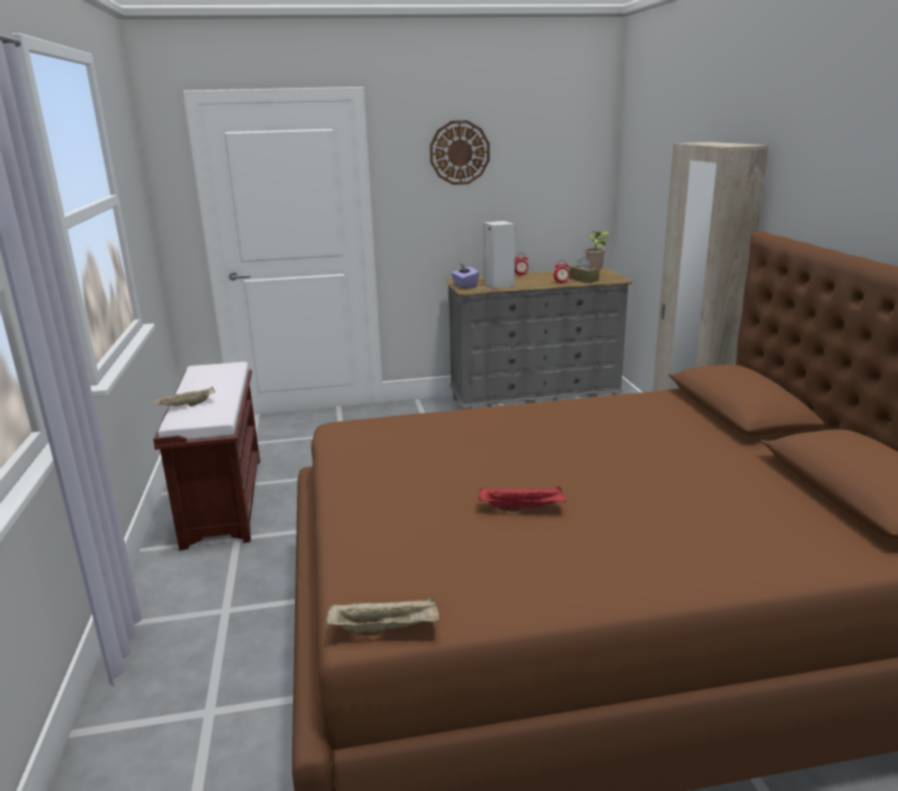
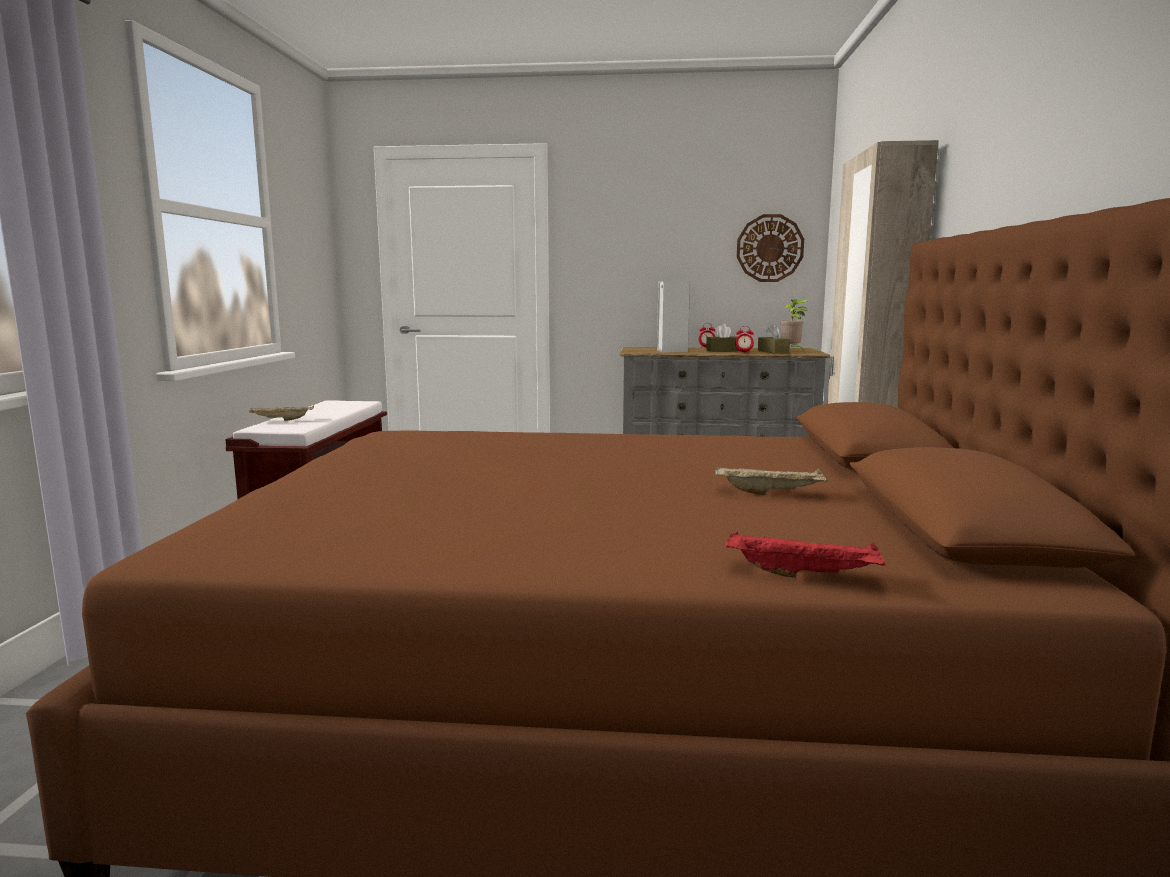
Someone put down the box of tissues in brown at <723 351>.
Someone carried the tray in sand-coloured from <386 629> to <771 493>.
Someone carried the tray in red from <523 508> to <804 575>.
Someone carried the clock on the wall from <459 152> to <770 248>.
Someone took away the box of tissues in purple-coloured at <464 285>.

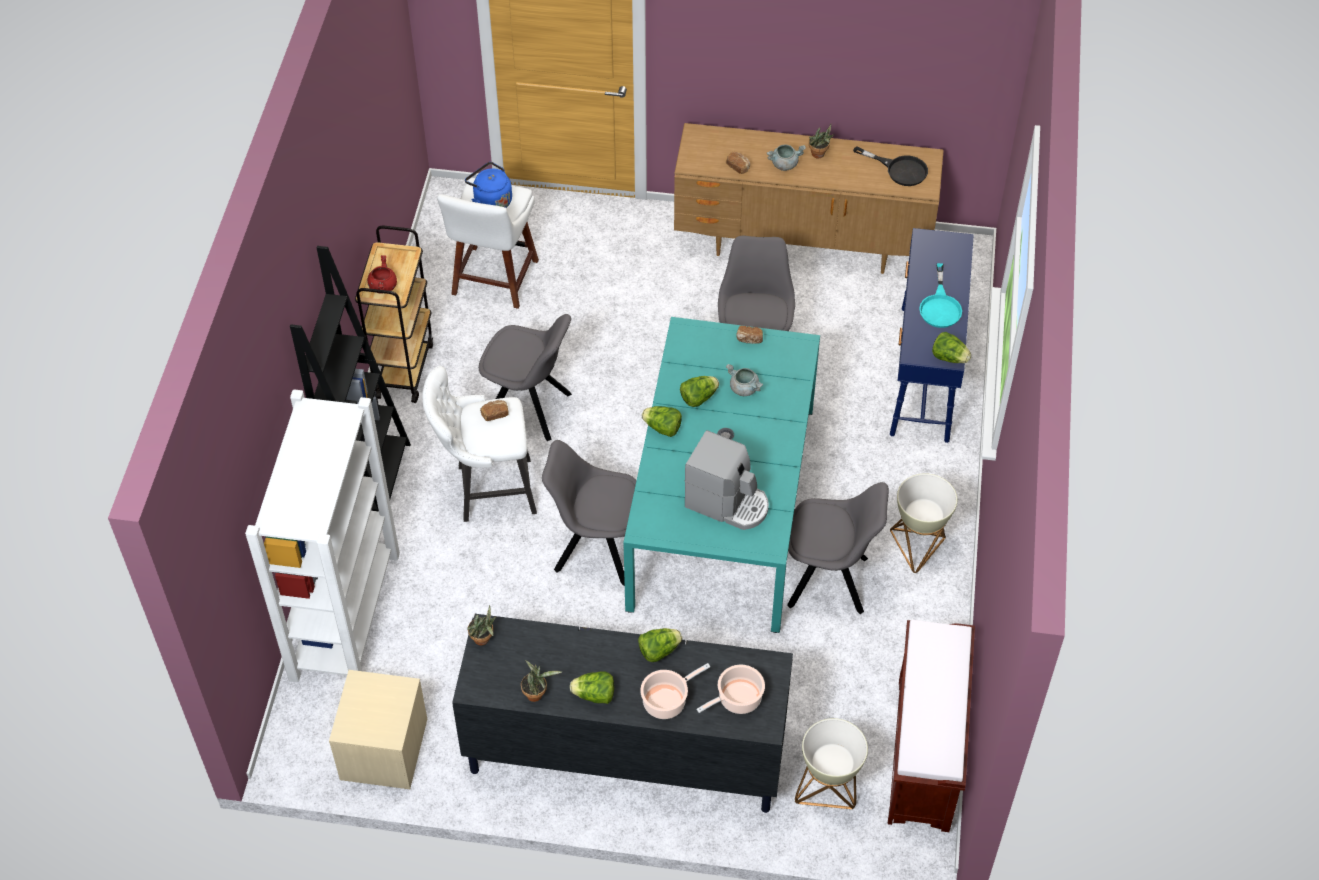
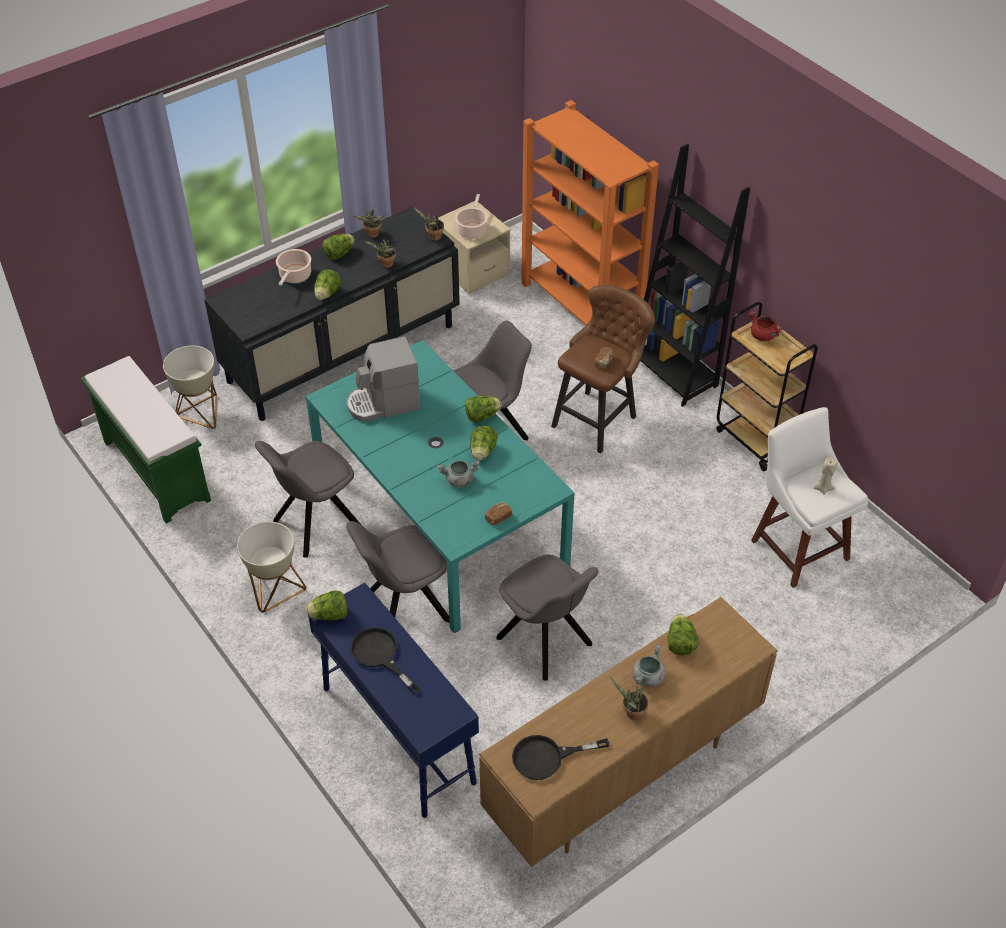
Someone repainted the indoor bench in brown at <924 754>, which became the indoor bench in green-coloured at <155 470>.
Someone carried the chair in gray from <529 408> to <404 609>.
Someone repainted the pan in turquoise at <940 306>, which became the pan in black-coloured at <379 655>.
Someone put down the plant in a pot at <385 265>.
Someone carried the saucepot from <737 699> to <472 229>.
Someone repainted the bookcase in whitish at <345 615>, which became the bookcase in orangey at <581 305>.
Someone repainted the stool in whitish at <485 490>, which became the stool in brown at <600 415>.
Someone swapped the bakery bread at <738 167> for the lettuce at <680 643>.
Someone swapped the kettle in blue-coloured at <491 201> for the wax candle in sand-coloured at <823 488>.

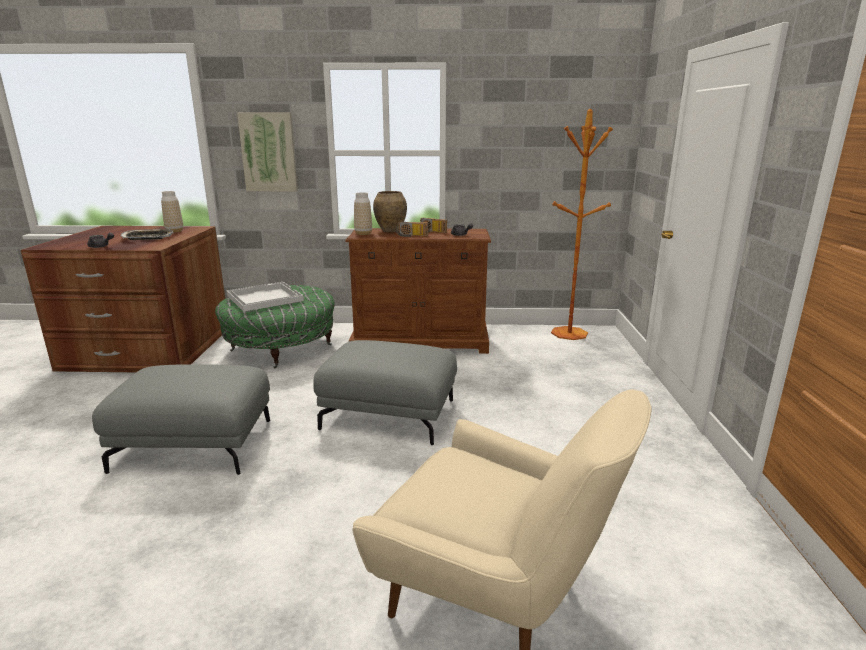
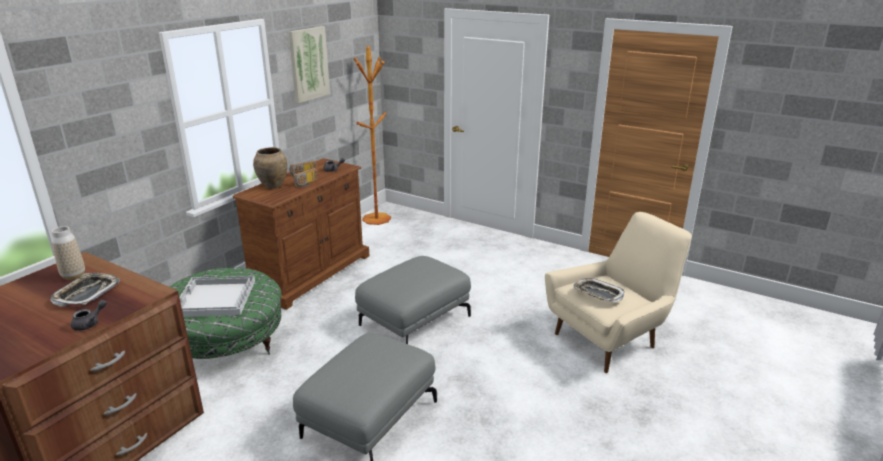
Someone carried the wall art from <268 152> to <308 64>.
Someone put down the tray at <598 293>.
Someone took away the flower vase at <363 233>.

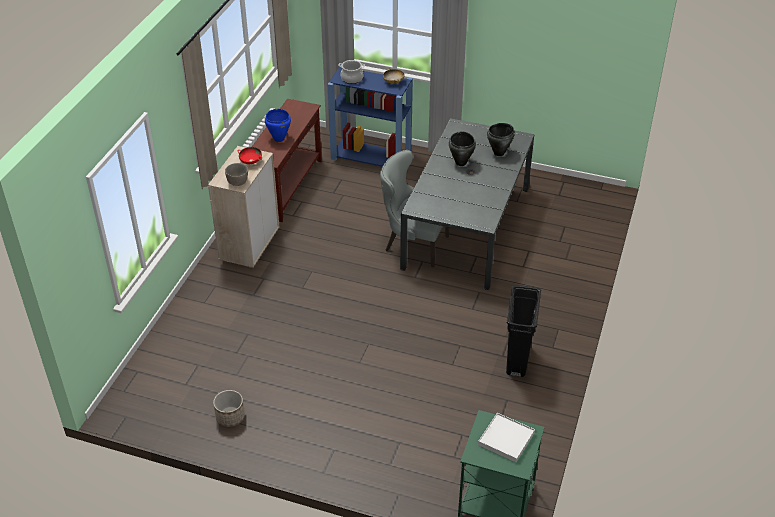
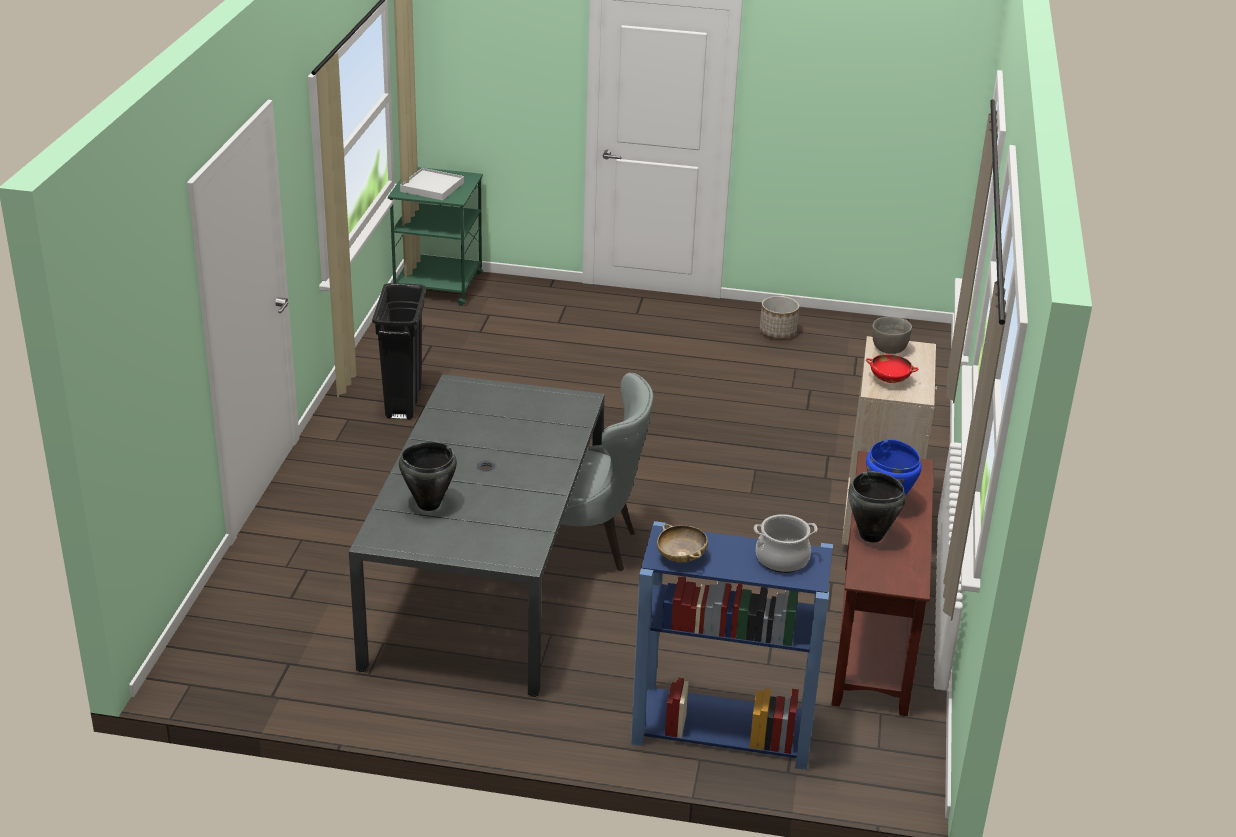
Someone carried the saucepot in black-coloured from <461 162> to <871 536>.

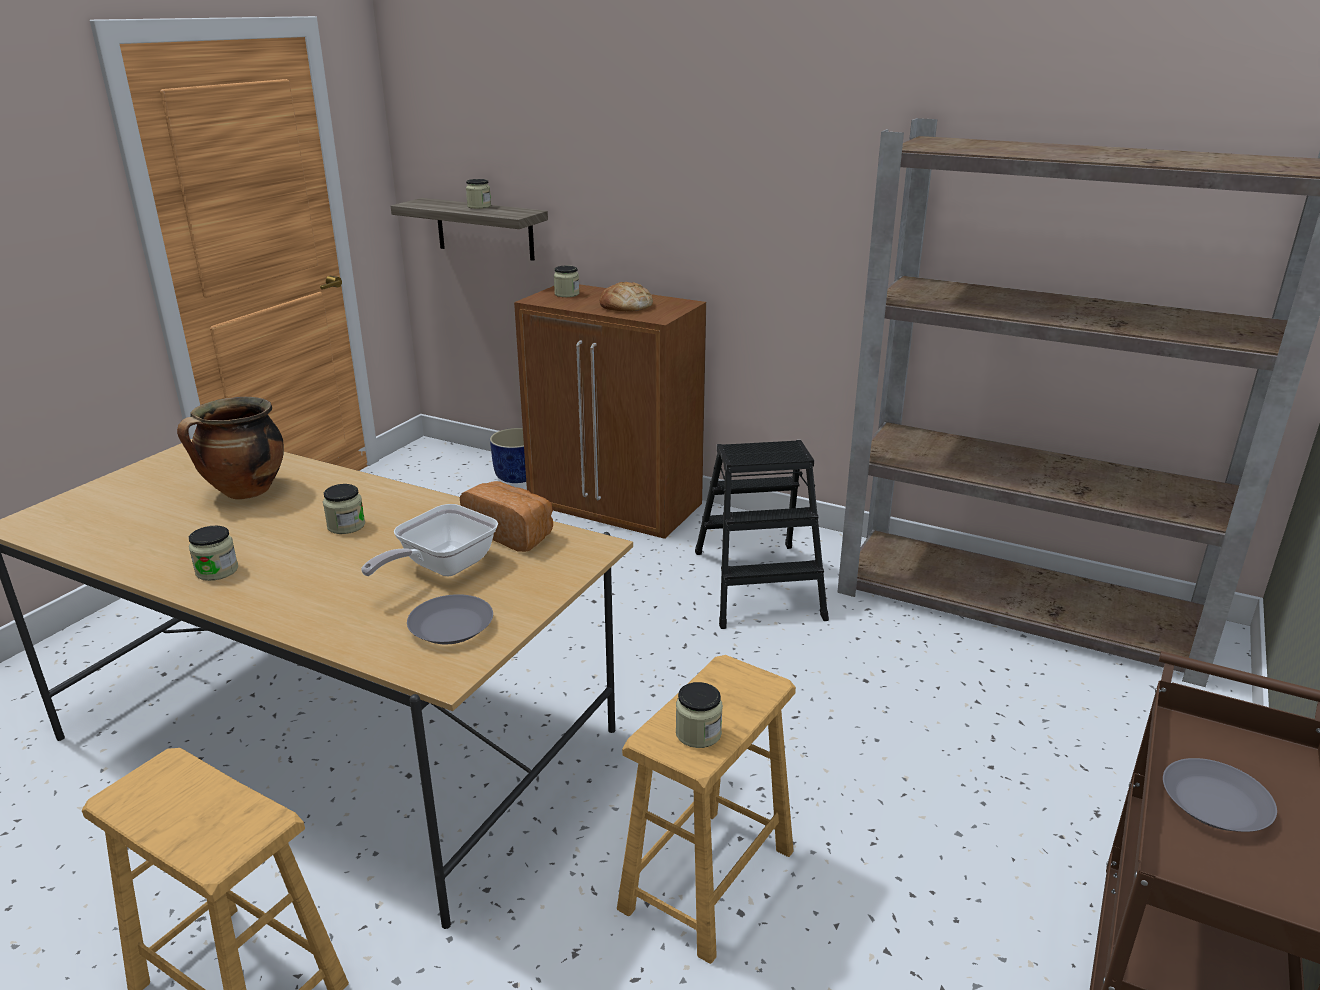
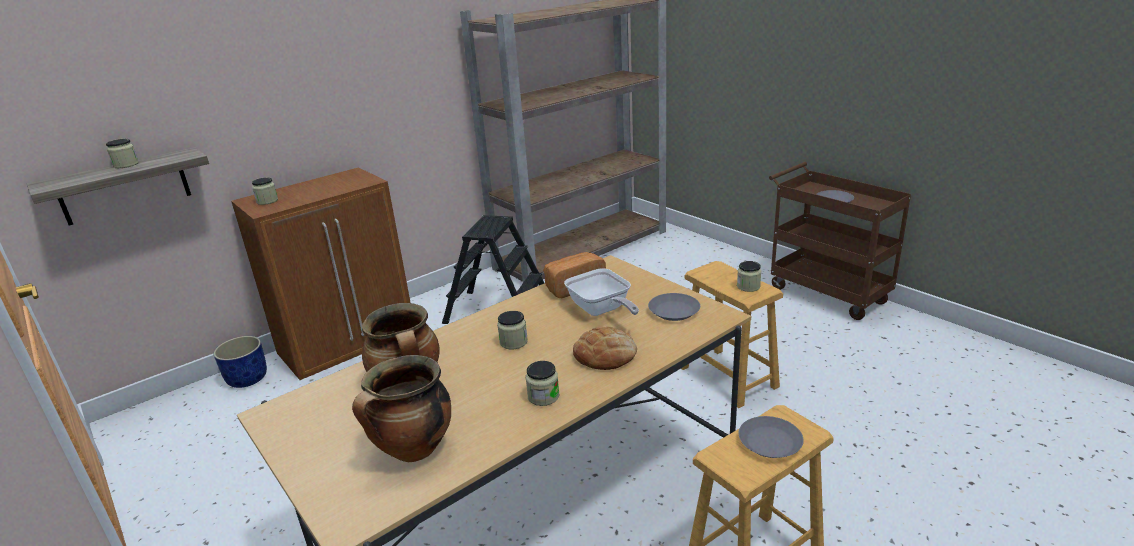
Someone put down the saucepot at <413 450>.
Someone carried the bakery bread from <625 305> to <605 354>.
Someone put down the plate in gray at <770 442>.

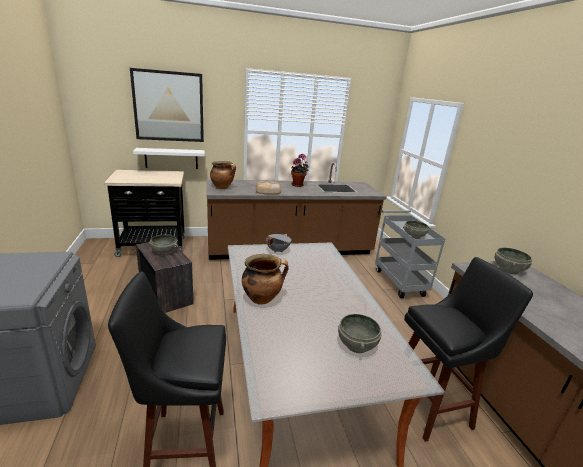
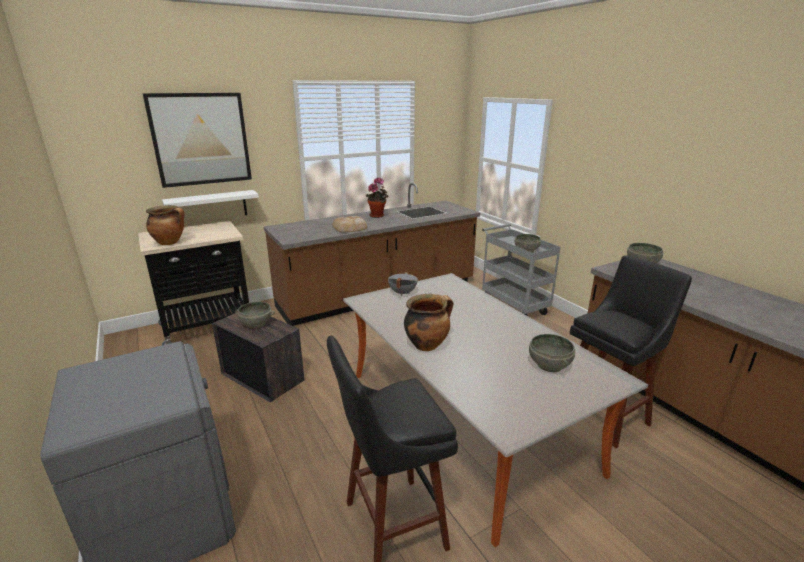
Someone carried the saucepot from <222 187> to <170 242>.

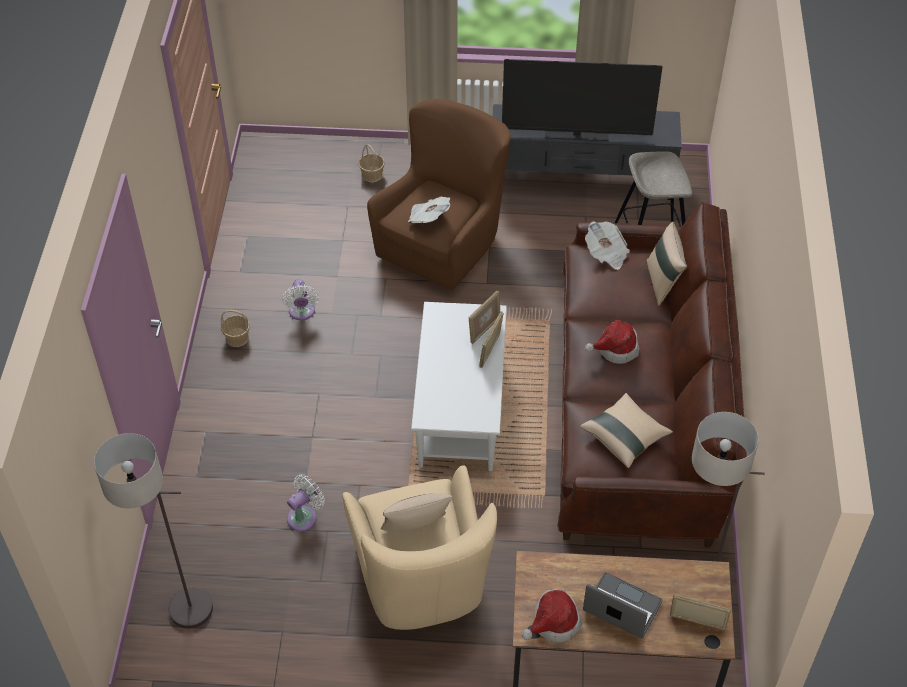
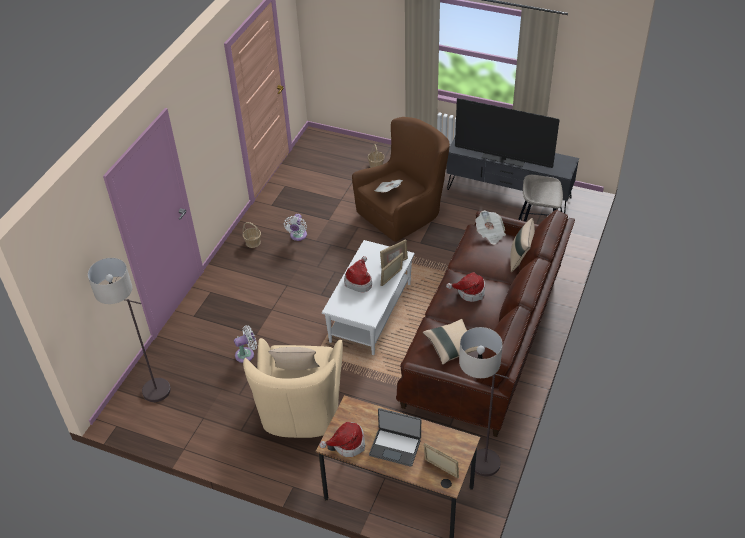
Someone put down the hat at <359 281>.
Someone rotated the notebook computer at <621 608> by 150 degrees clockwise.

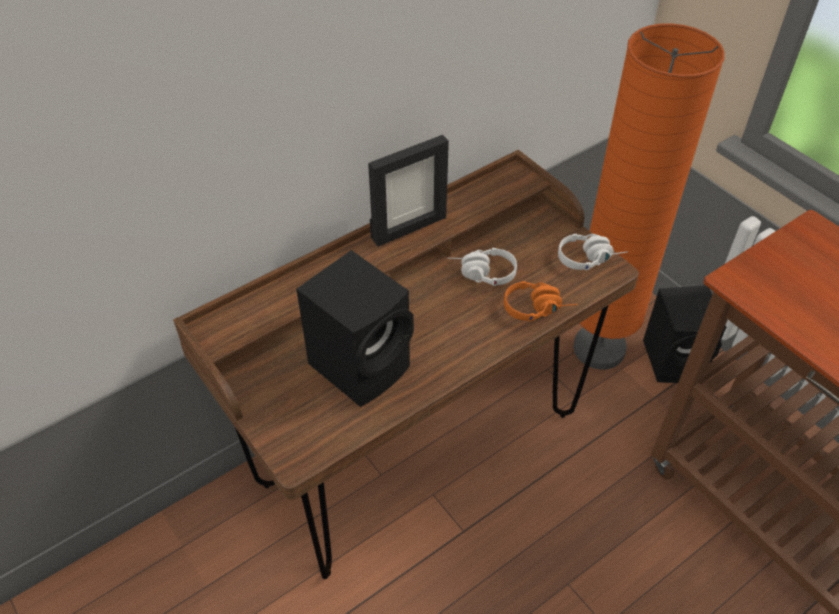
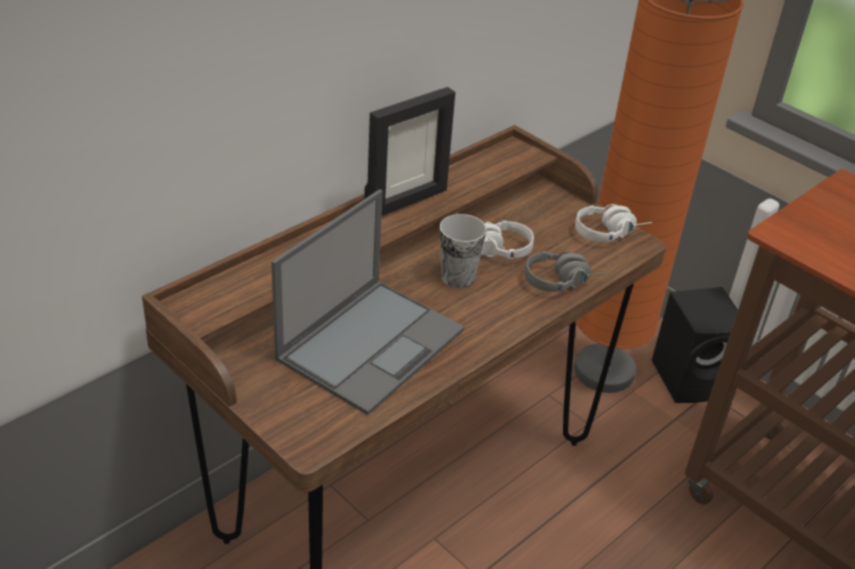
Someone swapped the audio speaker in black-coloured at <362 364> for the notebook computer at <372 343>.
Someone put down the drinking cup at <457 277>.
Someone repainted the headset in orangey at <538 308>, which became the headset in gray at <563 281>.

